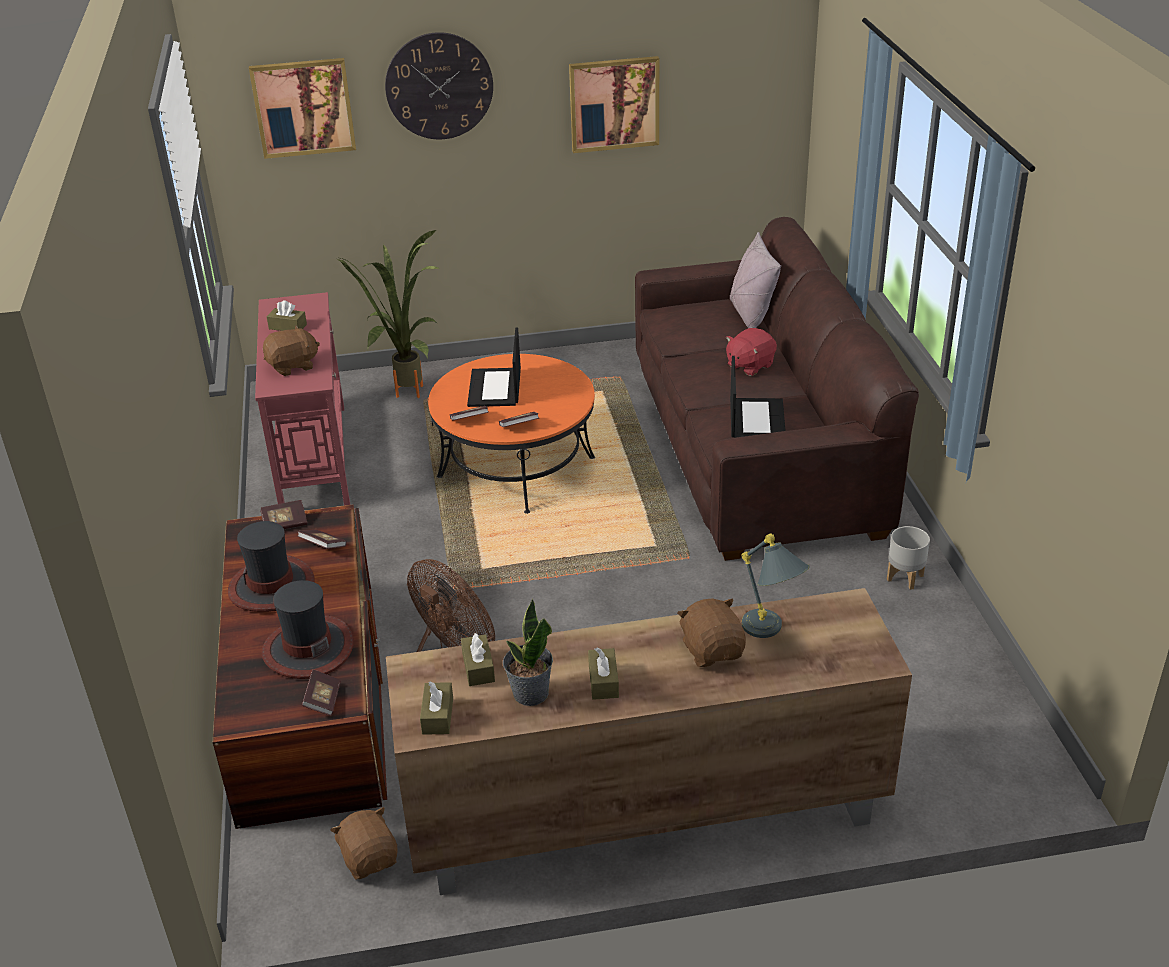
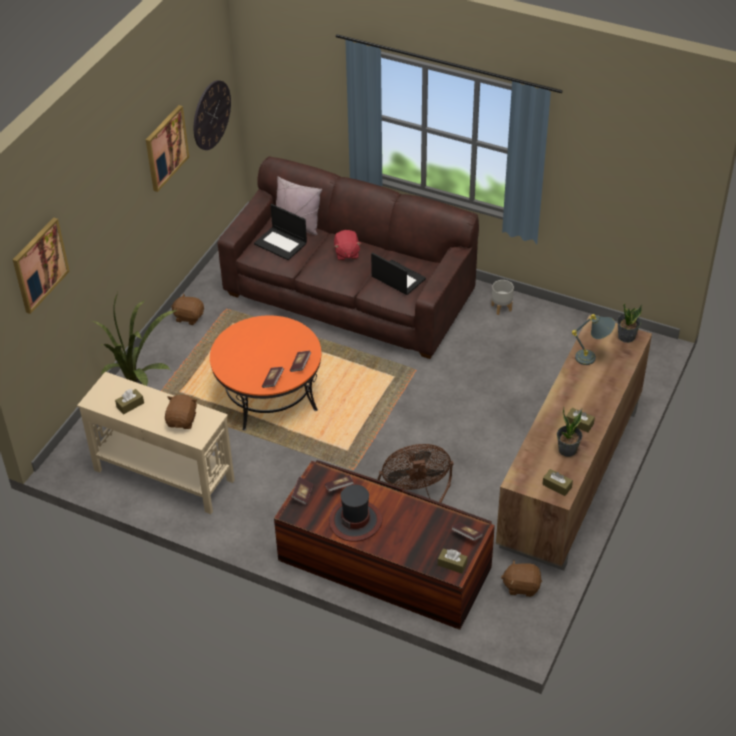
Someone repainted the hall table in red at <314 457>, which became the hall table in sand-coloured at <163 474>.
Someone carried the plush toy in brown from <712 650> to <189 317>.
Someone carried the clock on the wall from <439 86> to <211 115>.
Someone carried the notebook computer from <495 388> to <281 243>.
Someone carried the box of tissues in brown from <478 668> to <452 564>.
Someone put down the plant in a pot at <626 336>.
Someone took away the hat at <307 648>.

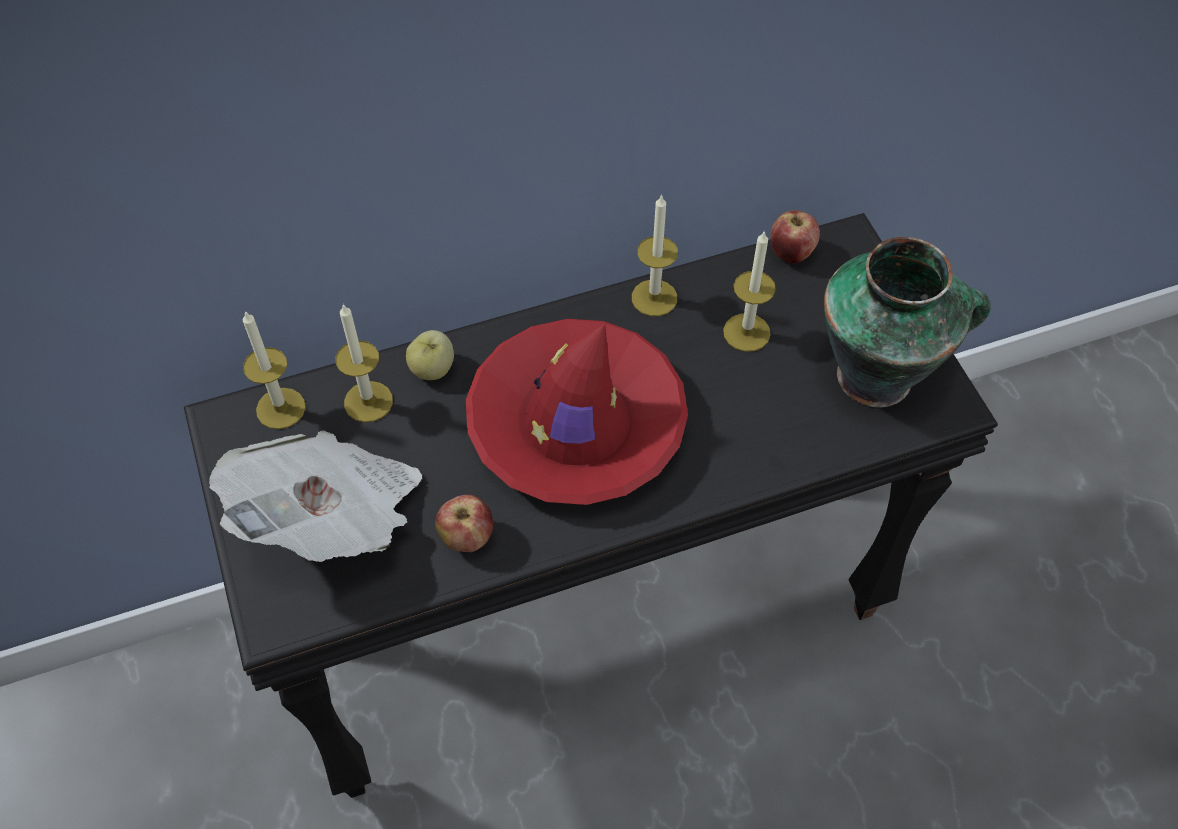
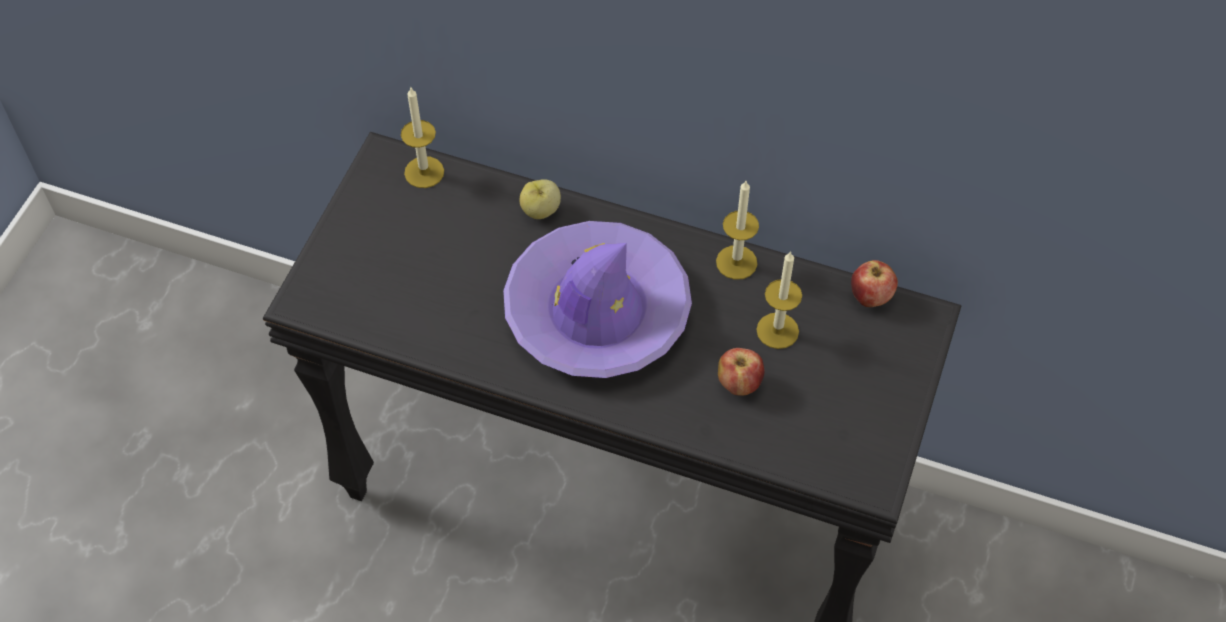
Someone repainted the hat in red at <576 425>, which became the hat in purple-coloured at <597 311>.
Someone carried the apple fruit from <467 537> to <739 384>.
Someone took away the newspaper at <332 516>.
Someone took away the wax candle at <368 401>.
Someone took away the flower vase at <878 376>.

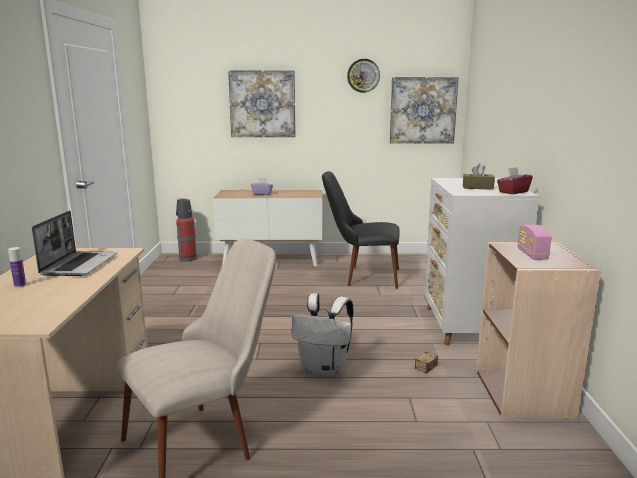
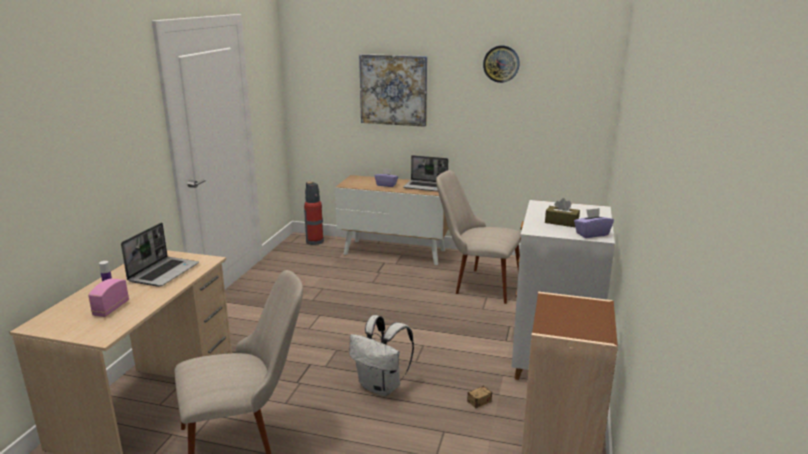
Someone carried the radio from <532 255> to <111 308>.
Someone put down the notebook computer at <426 187>.
Someone repainted the chair in black-coloured at <362 276>, which became the chair in sand-coloured at <476 283>.
Someone repainted the box of tissues in red at <513 192>, which became the box of tissues in purple-coloured at <591 234>.
Someone took away the wall art at <423 110>.

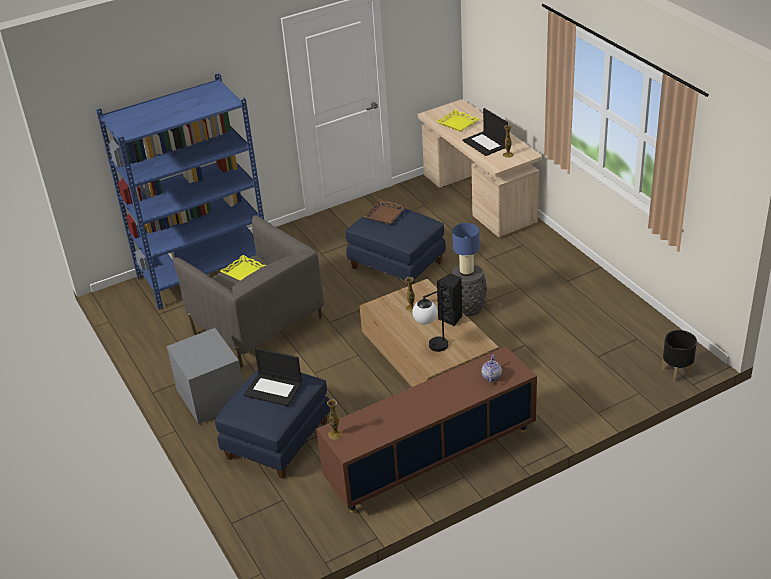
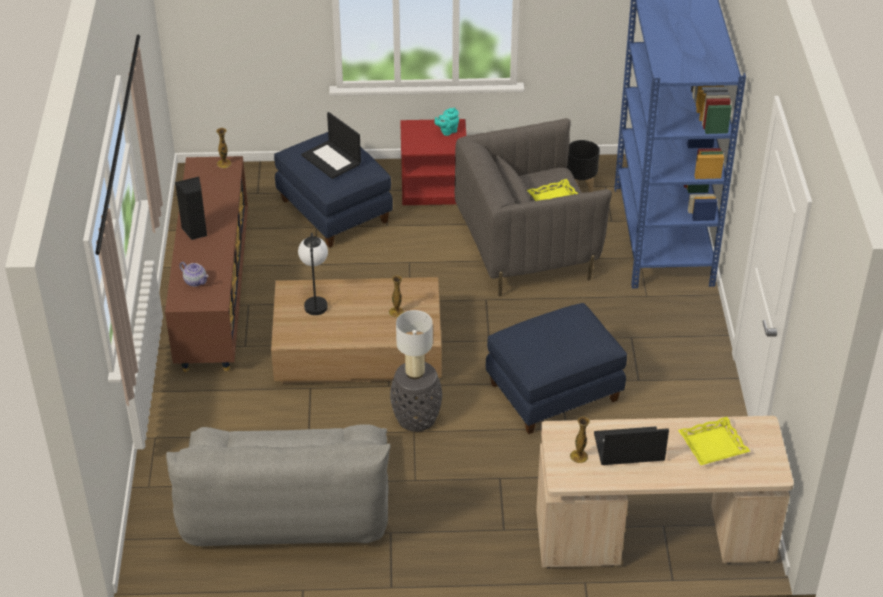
Someone put down the settee in gray at <287 502>.
Someone carried the audio speaker in black-coloured from <451 318> to <195 231>.
Someone rotated the notebook computer at <274 389> by 90 degrees counterclockwise.
Someone repainted the tabletop lamp in blue-coloured at <466 272>, which became the tabletop lamp in whitish at <415 373>.
Someone repainted the bedside table in gray at <210 397>, which became the bedside table in red at <434 187>.
Someone put down the tea pot in turquoise at <447 131>.
Someone carried the planter in black-coloured from <676 372> to <580 185>.
Someone took away the tray in brown at <385 215>.

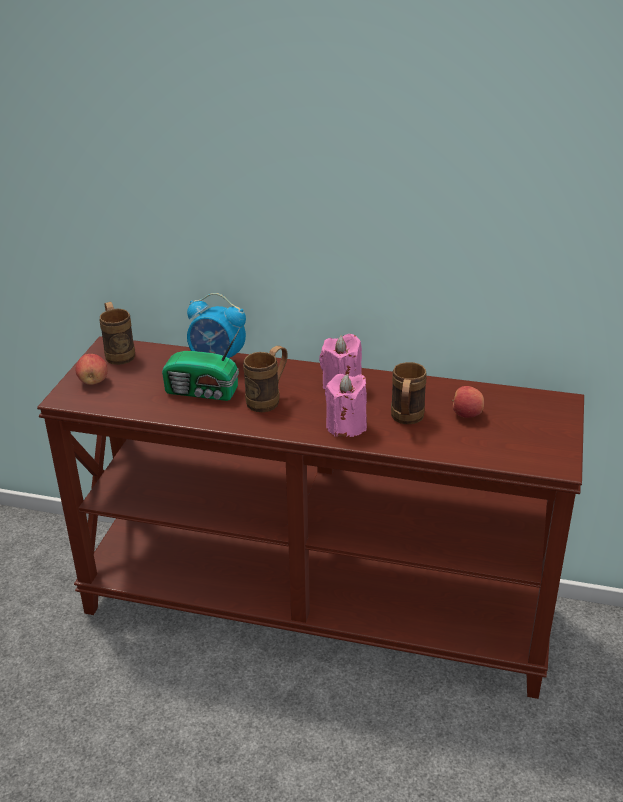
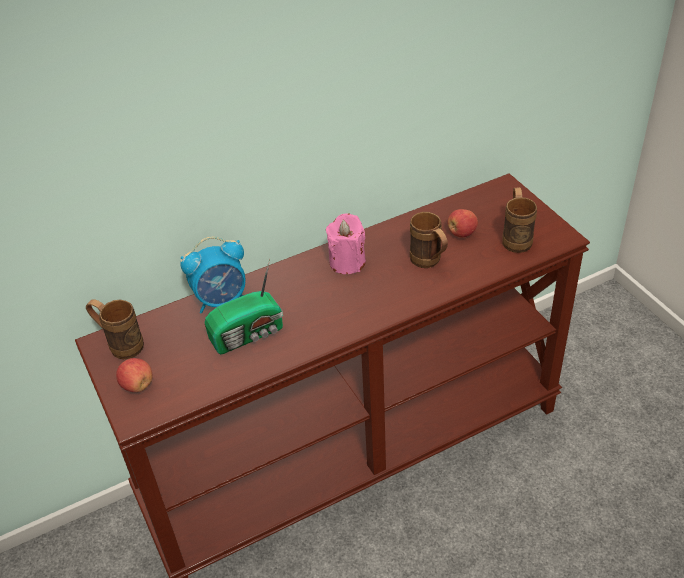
Someone carried the tea mug in brown from <269 399> to <516 237>.
Someone took away the wax candle in pink-coloured at <346 426>.

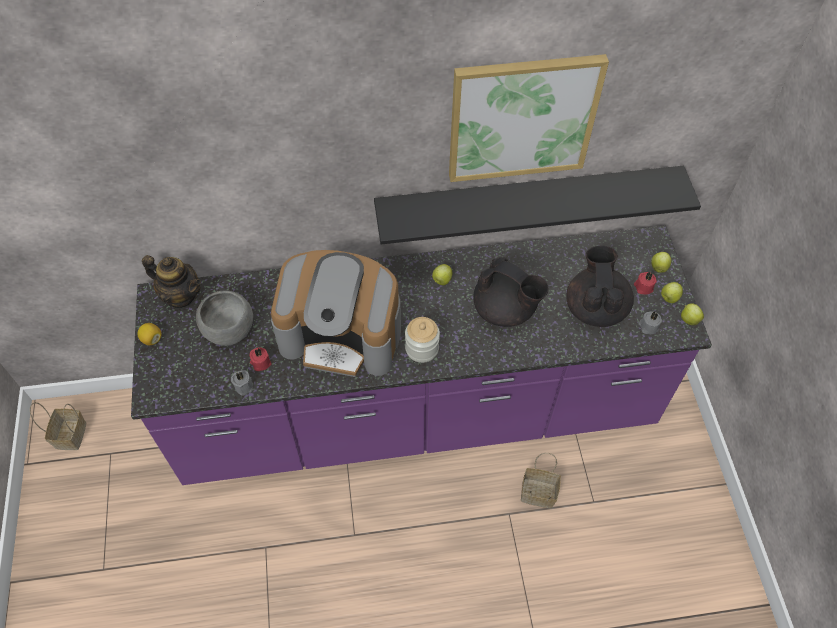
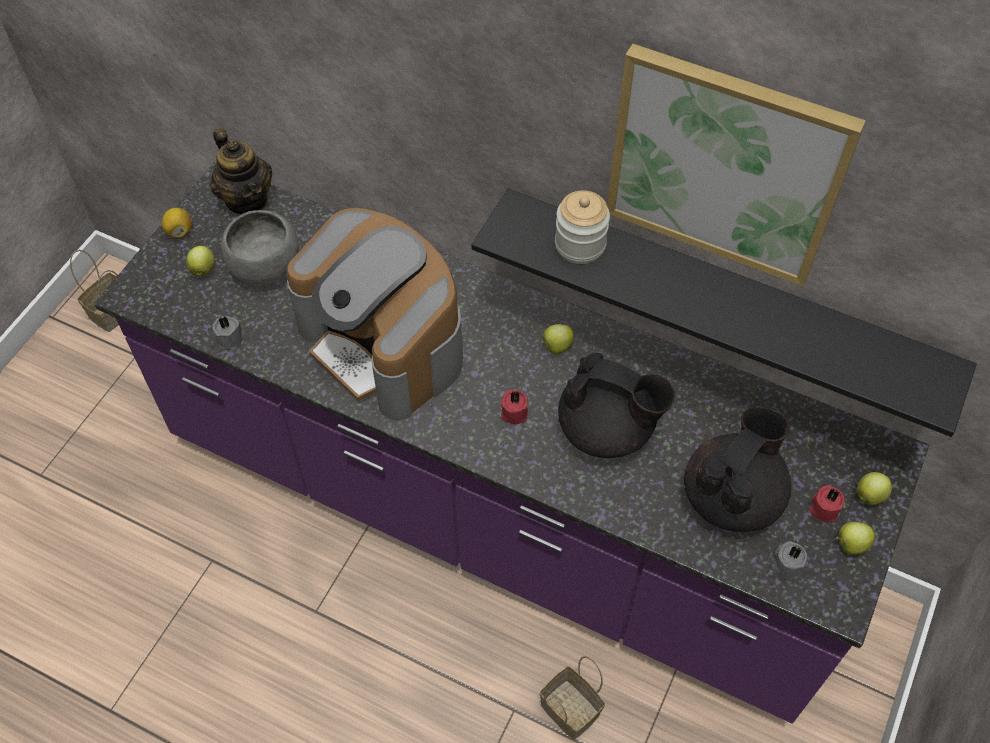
Someone carried the apple fruit from <688 319> to <203 269>.
Someone carried the wax candle in red from <260 362> to <513 412>.
Someone carried the jar from <422 348> to <580 245>.
Someone rotated the tea pot in black-coloured at <505 310> by 45 degrees counterclockwise.

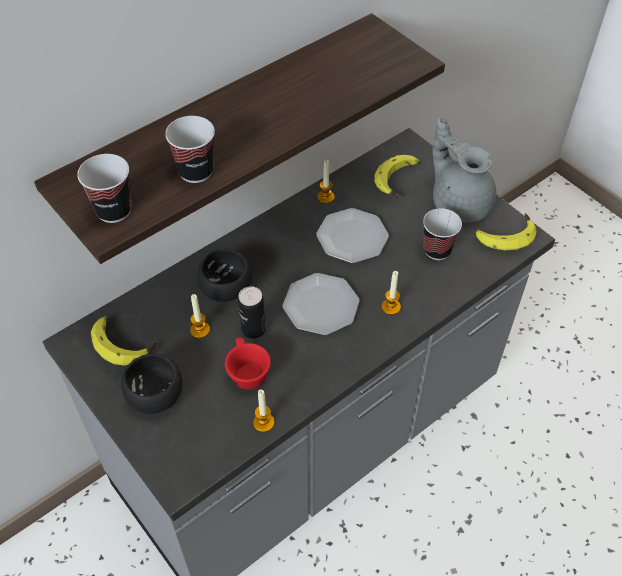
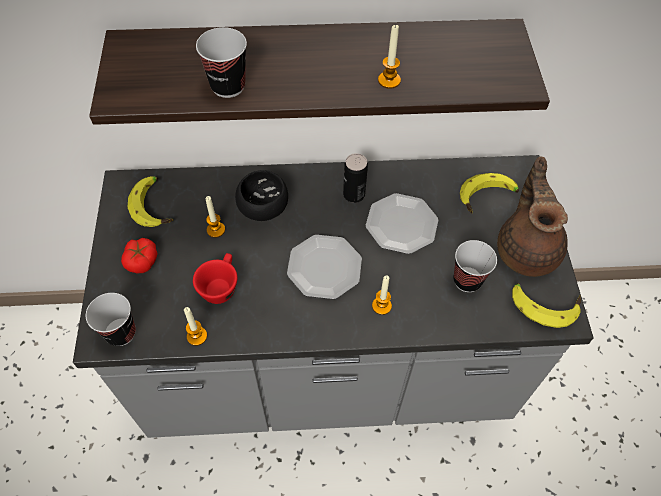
Someone carried the drinking cup from <114 210> to <121 333>.
Someone swapped the bowl in black-coloured at <156 394> for the fresh tomato at <142 261>.
Someone carried the metal can from <253 329> to <354 194>.
Someone carried the wax candle from <325 197> to <389 80>.
Someone repainted the tea pot in gray at <459 202>, which became the tea pot in brown at <527 249>.

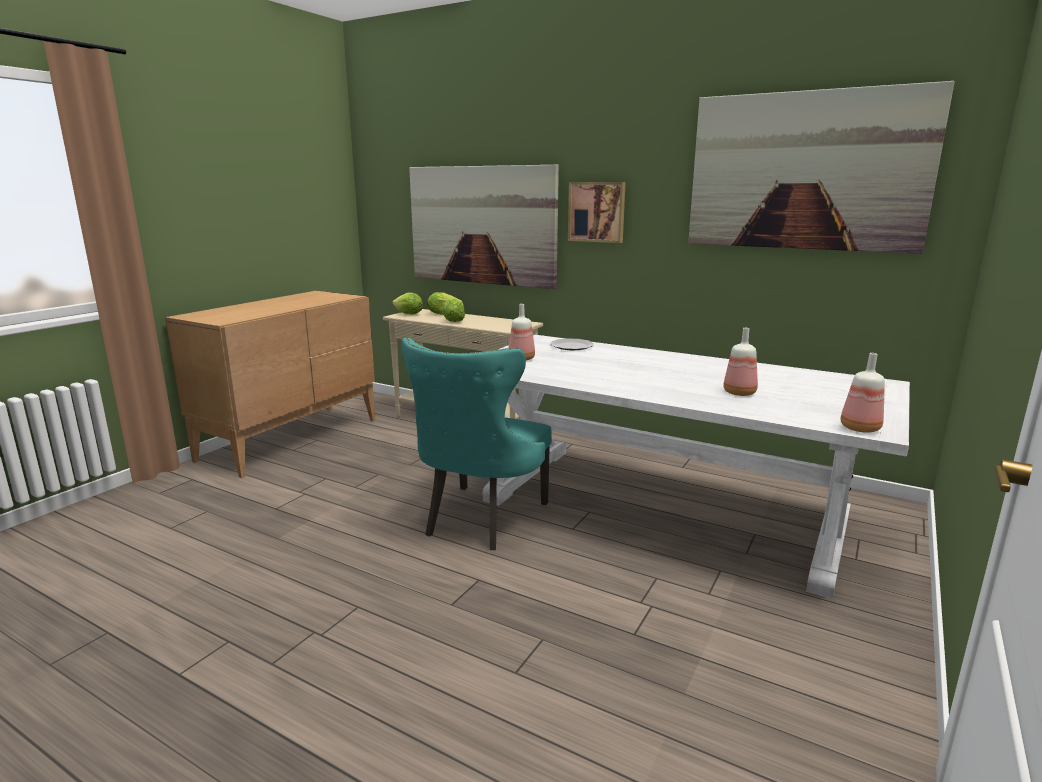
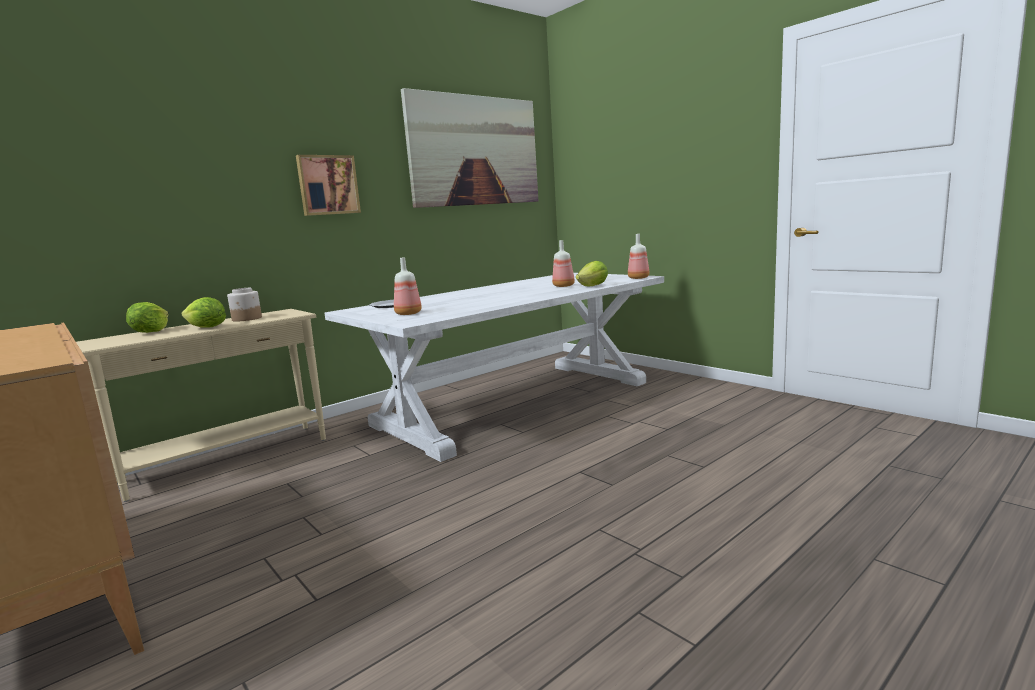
Someone put down the jar at <247 319>.
Someone carried the lettuce from <408 314> to <593 286>.
Someone took away the chair in turquoise at <481 519>.
Someone took away the wall art at <482 225>.

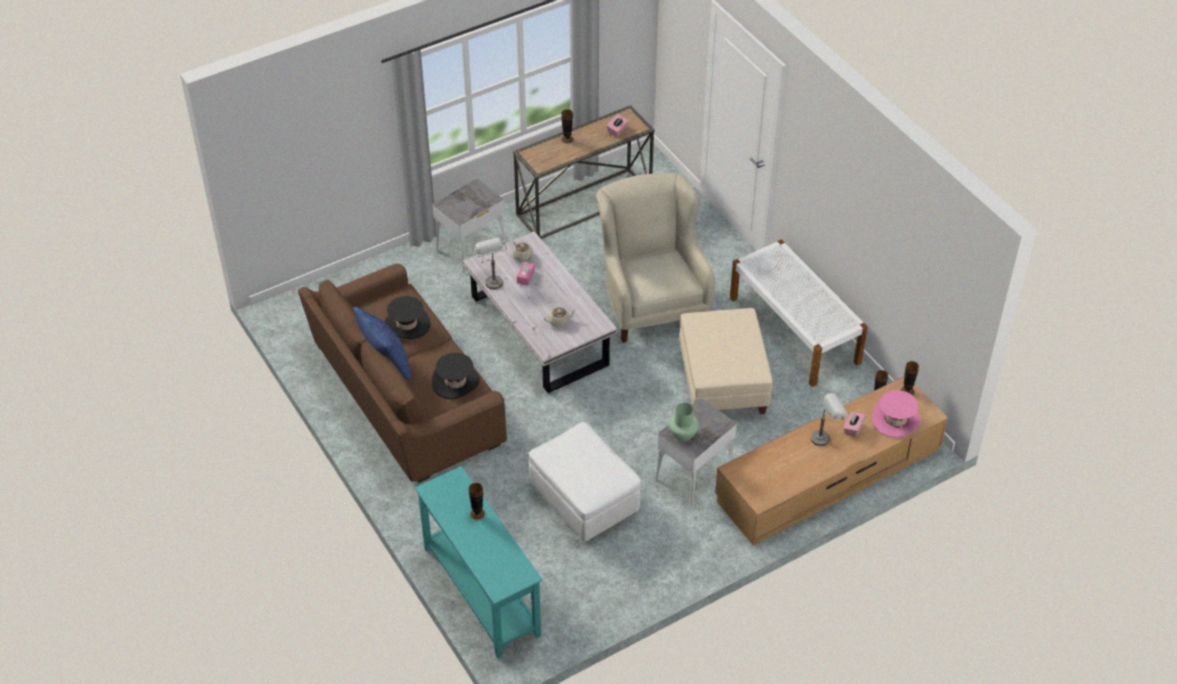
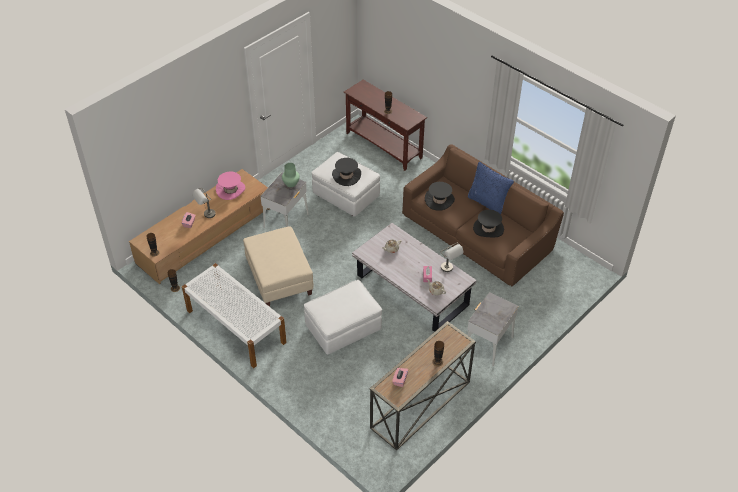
Someone carried the hat in pink-coloured from <895 420> to <230 190>.
Someone swapped the easy chair in sand-coloured at <650 300> for the footrest in whitish at <343 329>.
Someone put down the hat in black-coloured at <346 176>.
Someone repainted the hall table in turquoise at <481 591>, which became the hall table in brown at <384 145>.

